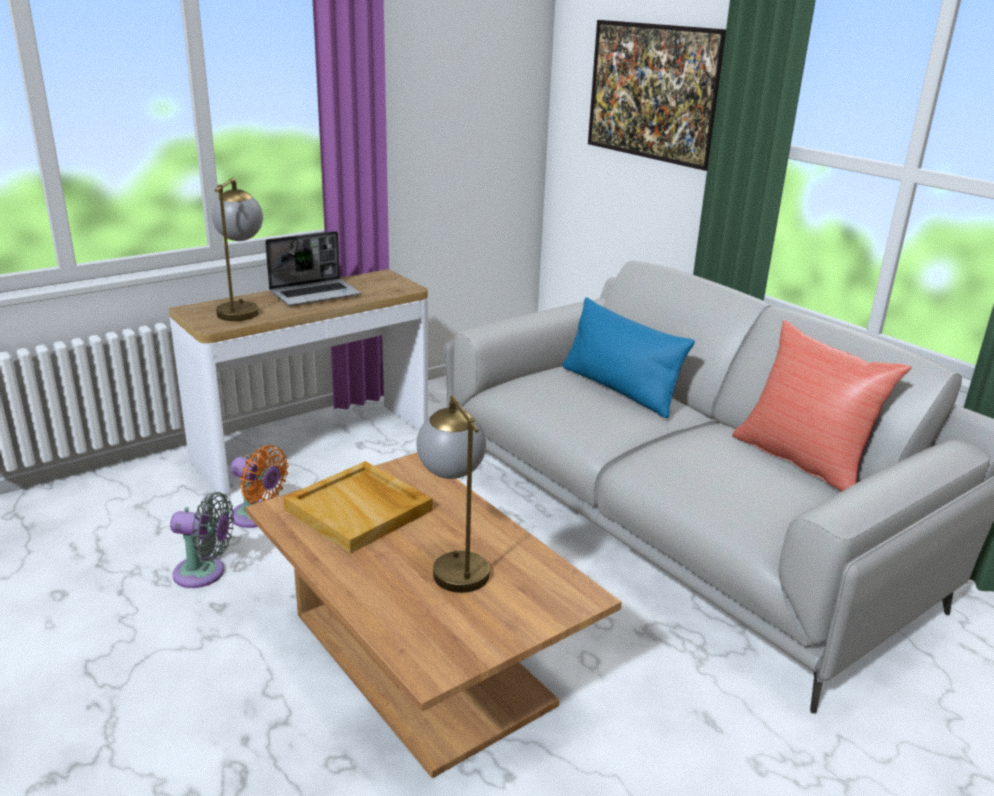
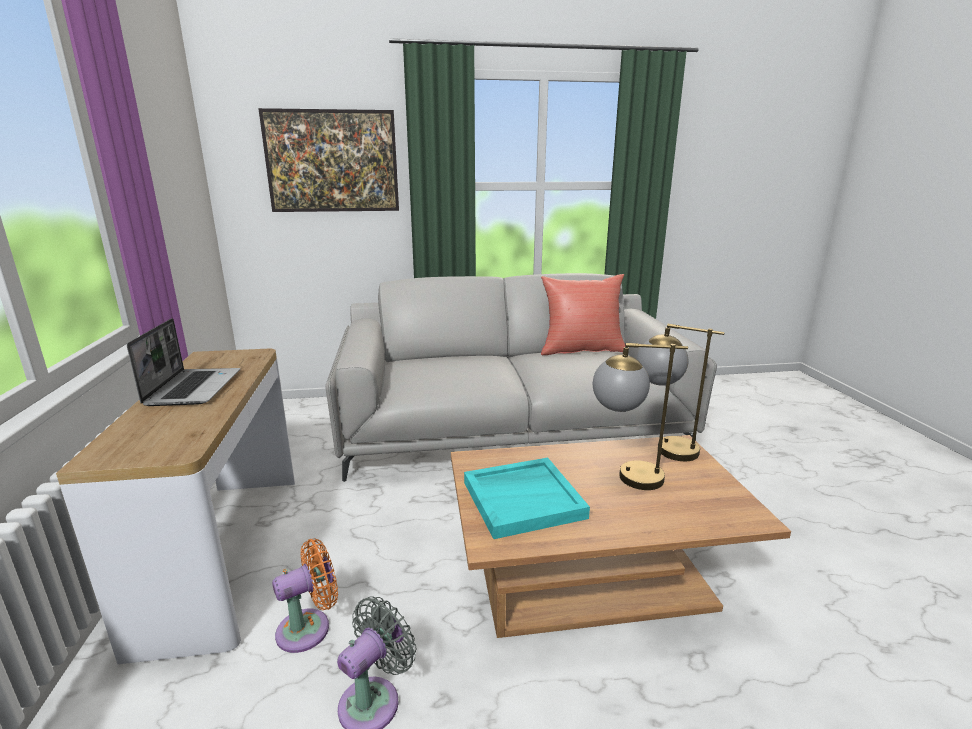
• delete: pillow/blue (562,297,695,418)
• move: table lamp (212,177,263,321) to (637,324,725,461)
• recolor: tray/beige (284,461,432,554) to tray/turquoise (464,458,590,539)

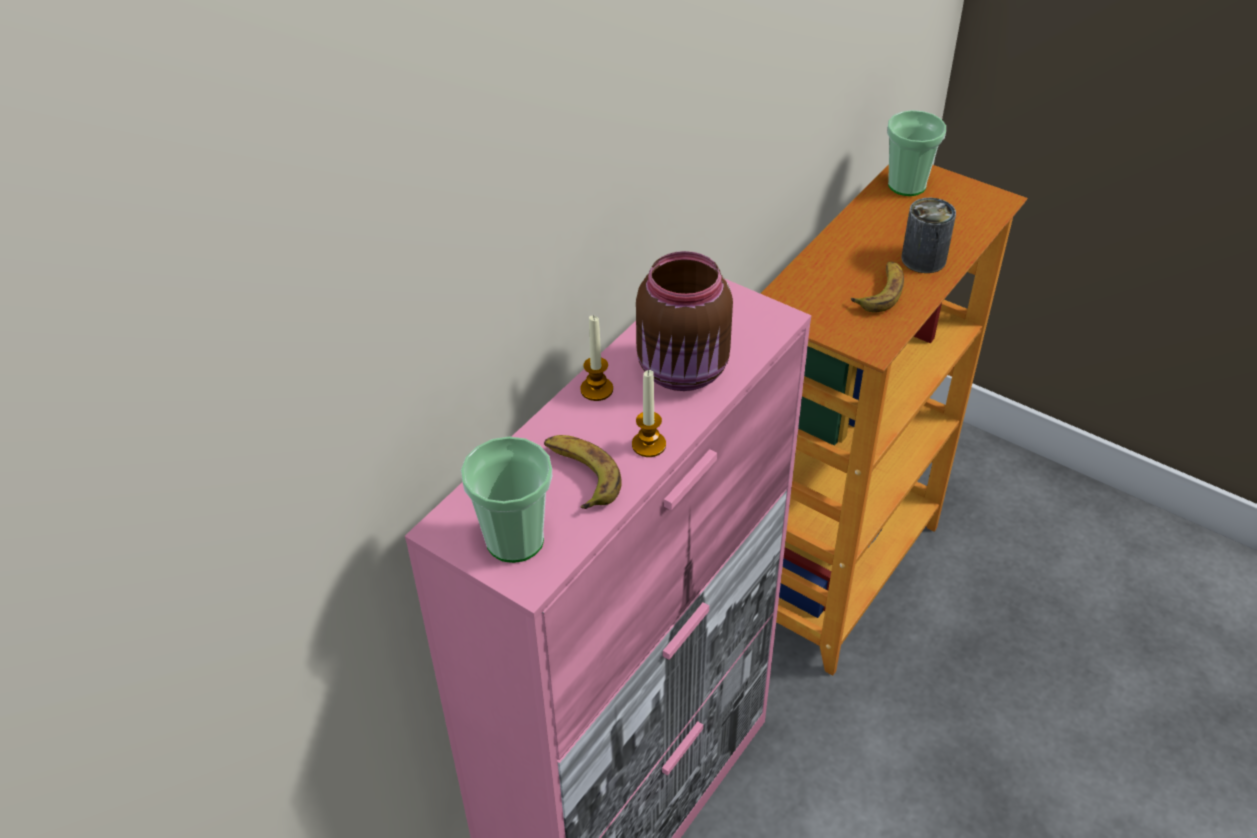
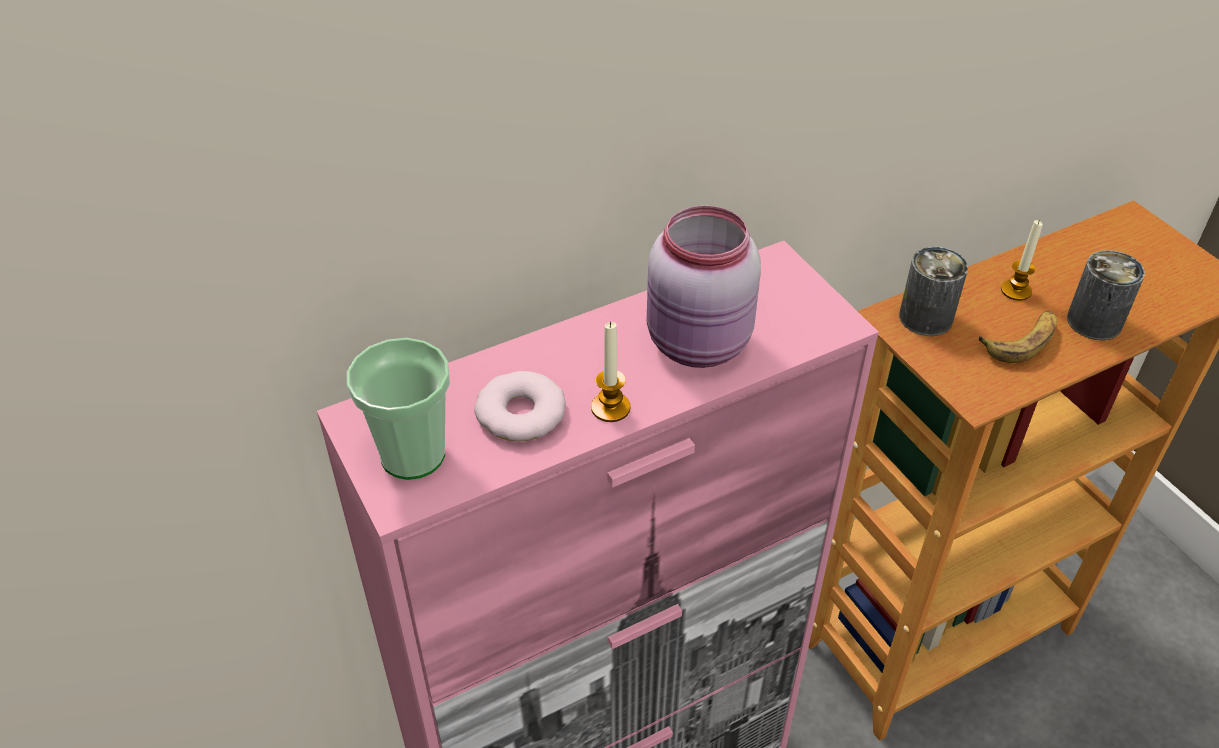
• delete: cup (887,110,946,196)
• insert: can (899,246,968,336)
• move: candle (580,315,613,401) to (1001,220,1043,301)
• replace: banana (544,435,622,509) to donut (474,371,566,442)
• recolor: jar/brown (636,251,733,391) to jar/pink (647,206,761,368)

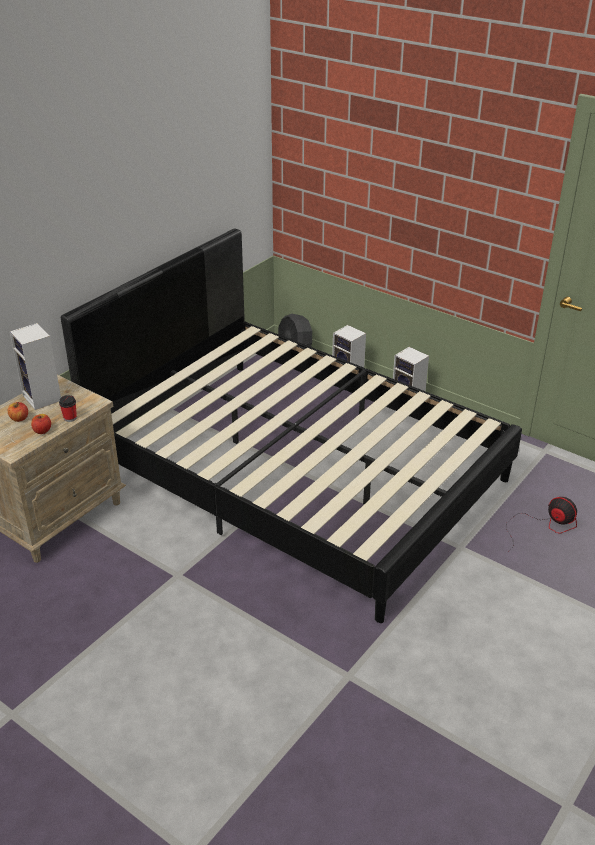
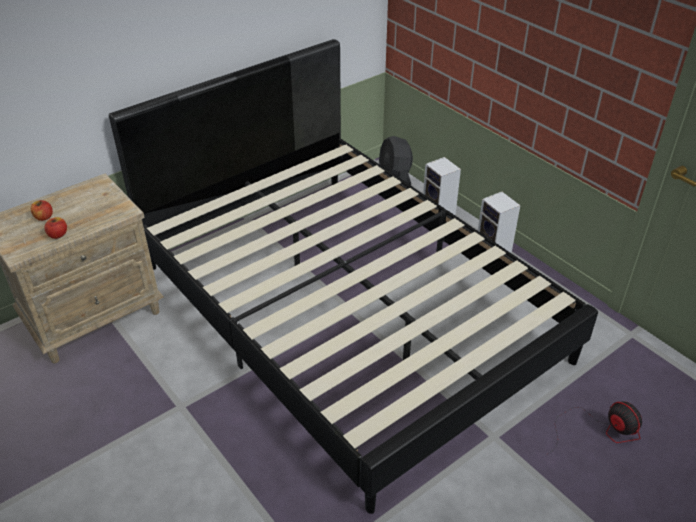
• delete: speaker (10,323,61,410)
• delete: cup (59,395,77,422)

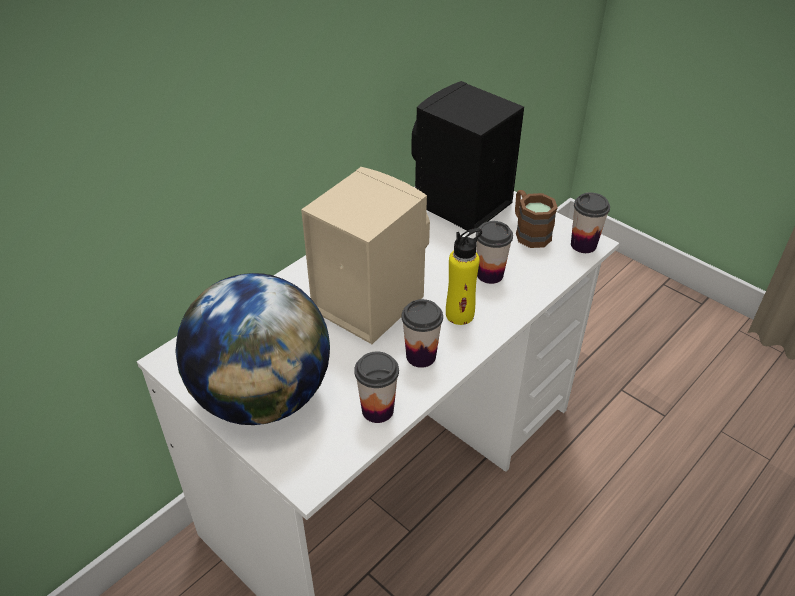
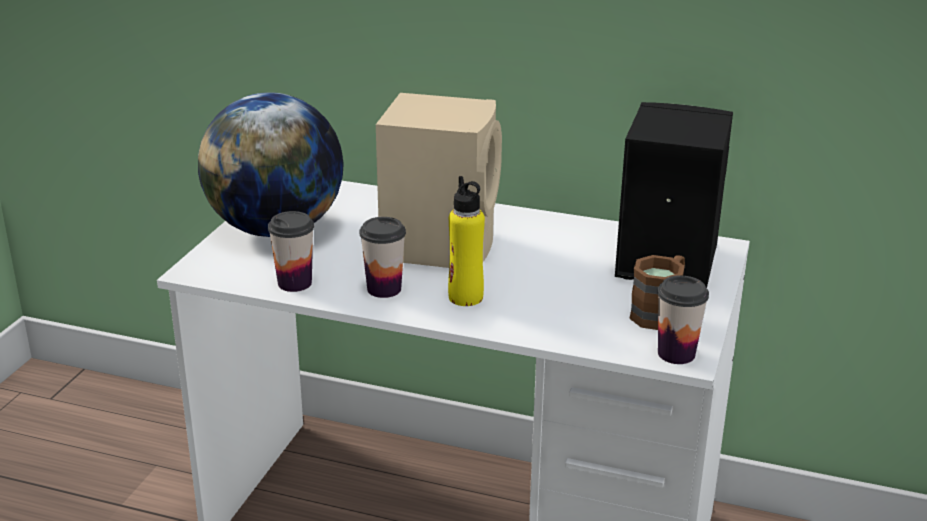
• delete: cup (476,221,513,284)

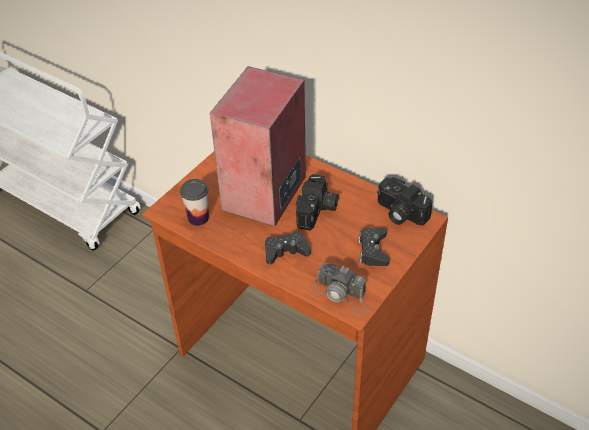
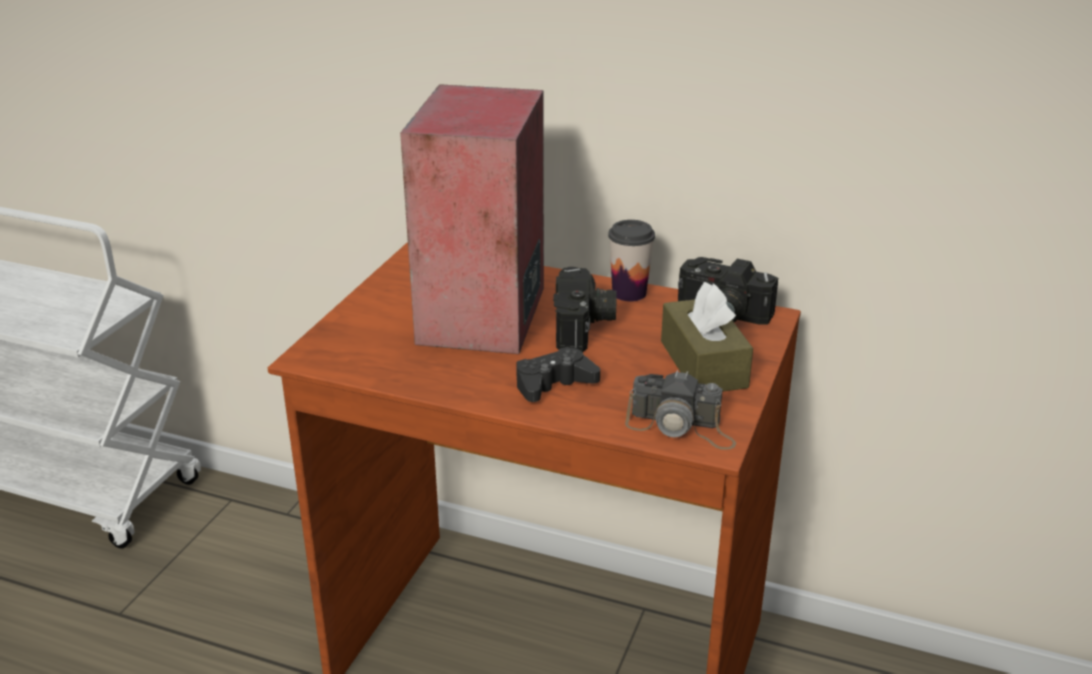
• move: cup (180,179,209,226) to (608,220,655,301)
• replace: game controller/black (358,227,390,266) to tissue box/brown (661,282,753,392)

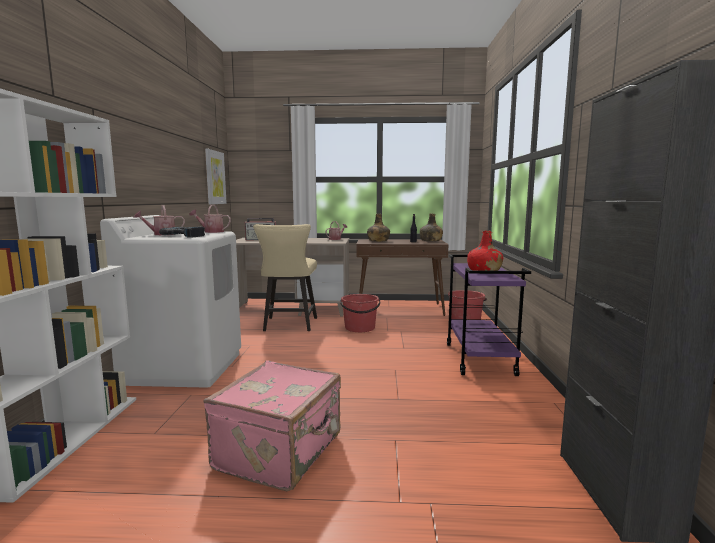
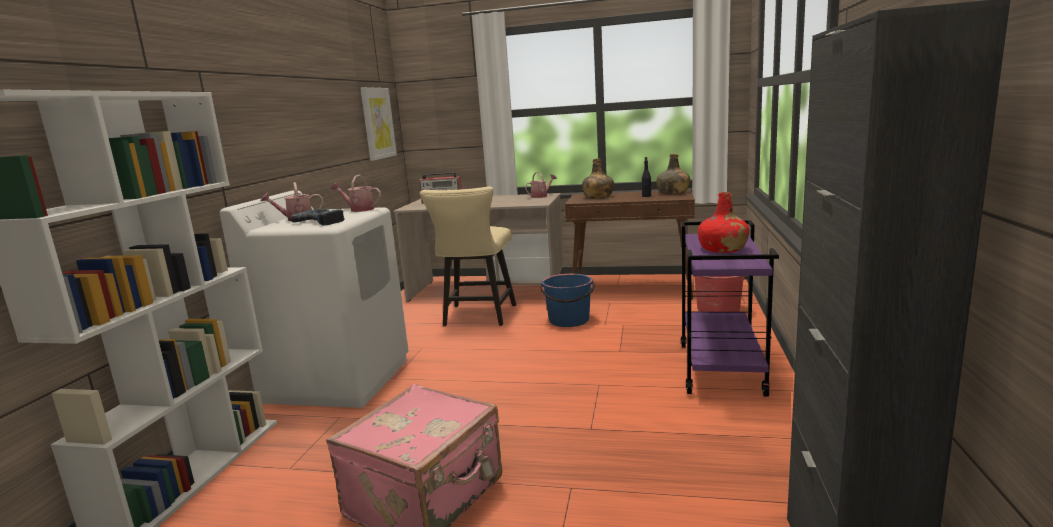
• recolor: bucket/red (340,294,380,332) to bucket/blue (540,274,595,327)

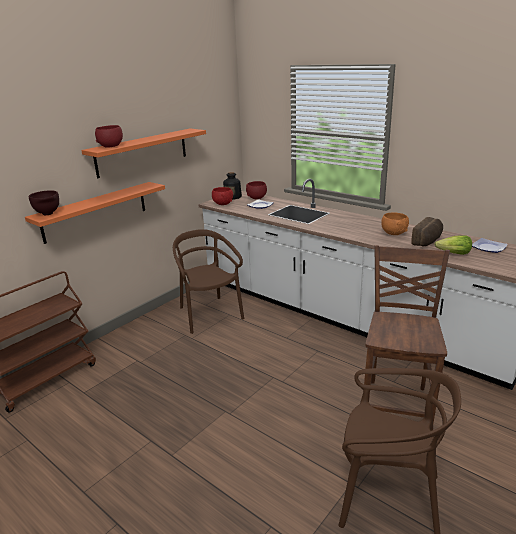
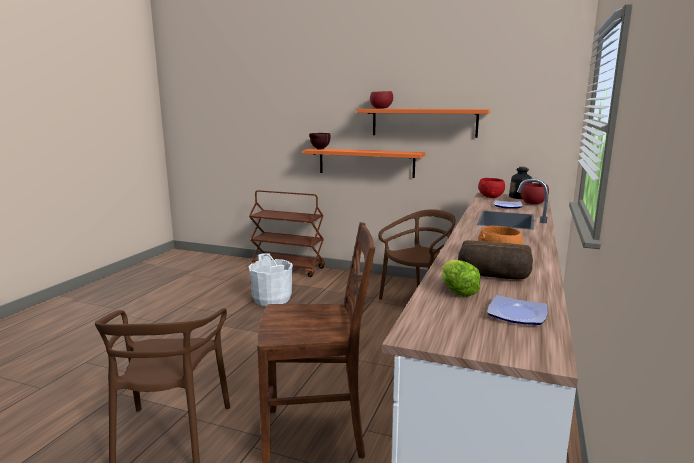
• insert: bucket/white (249,253,293,306)

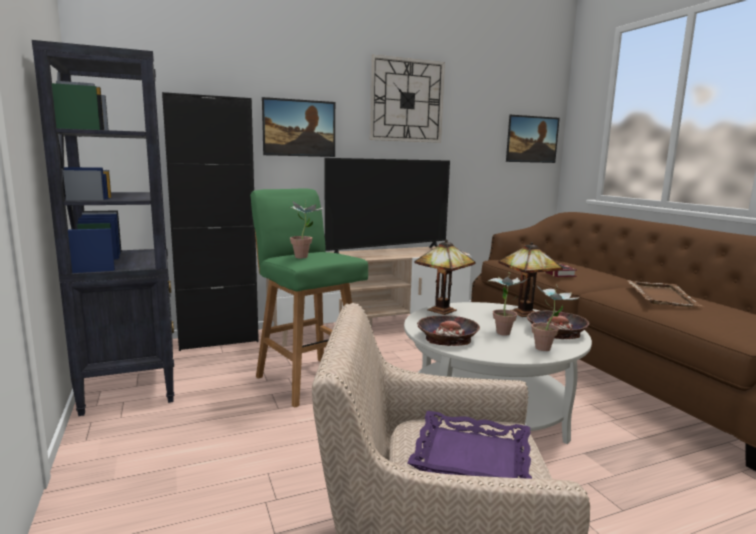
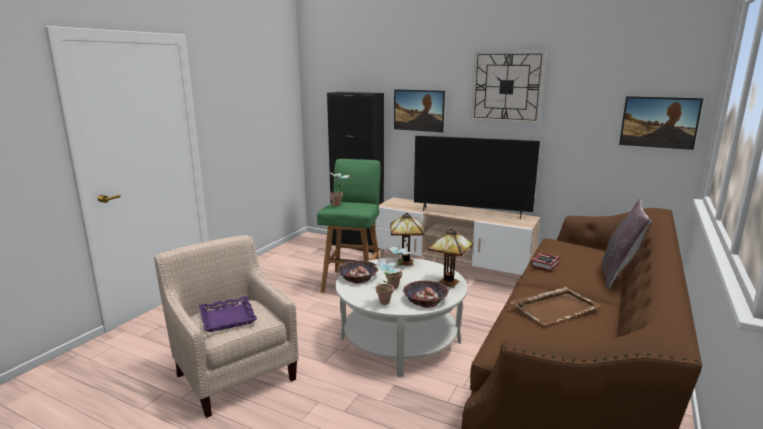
• delete: bookcase/black (32,40,174,416)
• insert: pillow/grey (602,199,652,289)

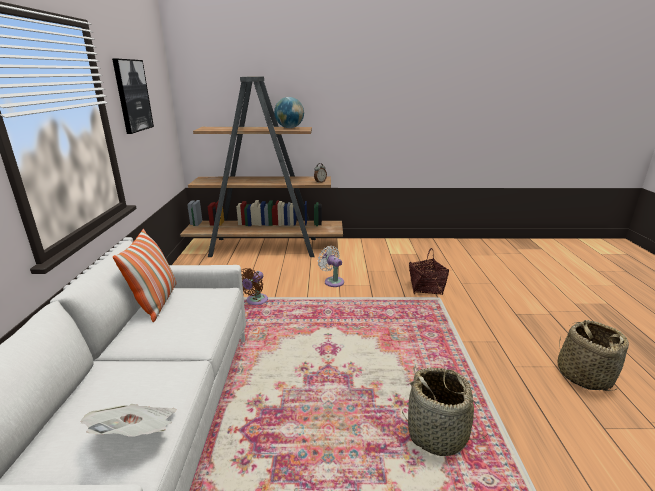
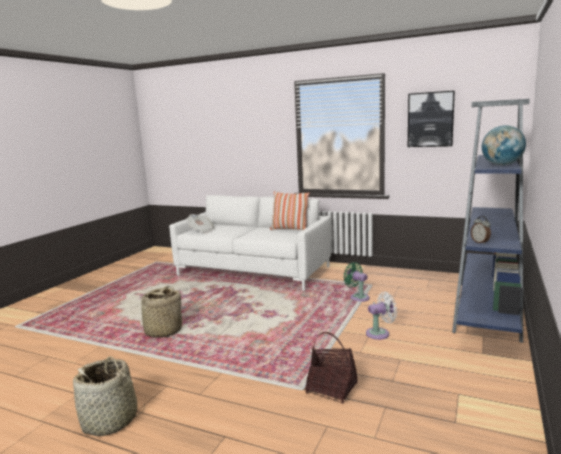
• recolor: bookcase/brown (180,76,343,257) to bookcase/blue (452,99,530,343)
• recolor: fan/brown (241,268,268,305) to fan/green (343,262,370,302)

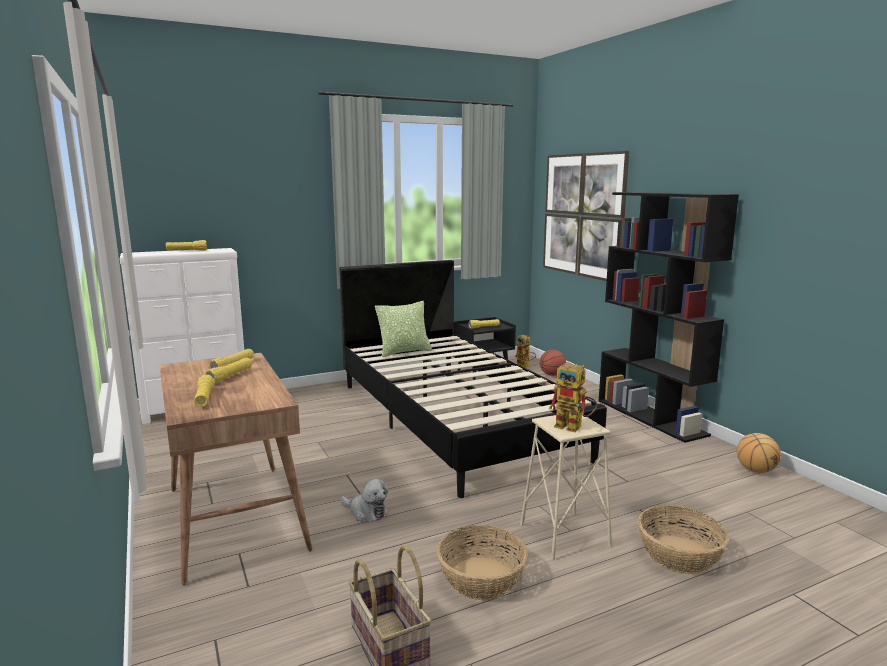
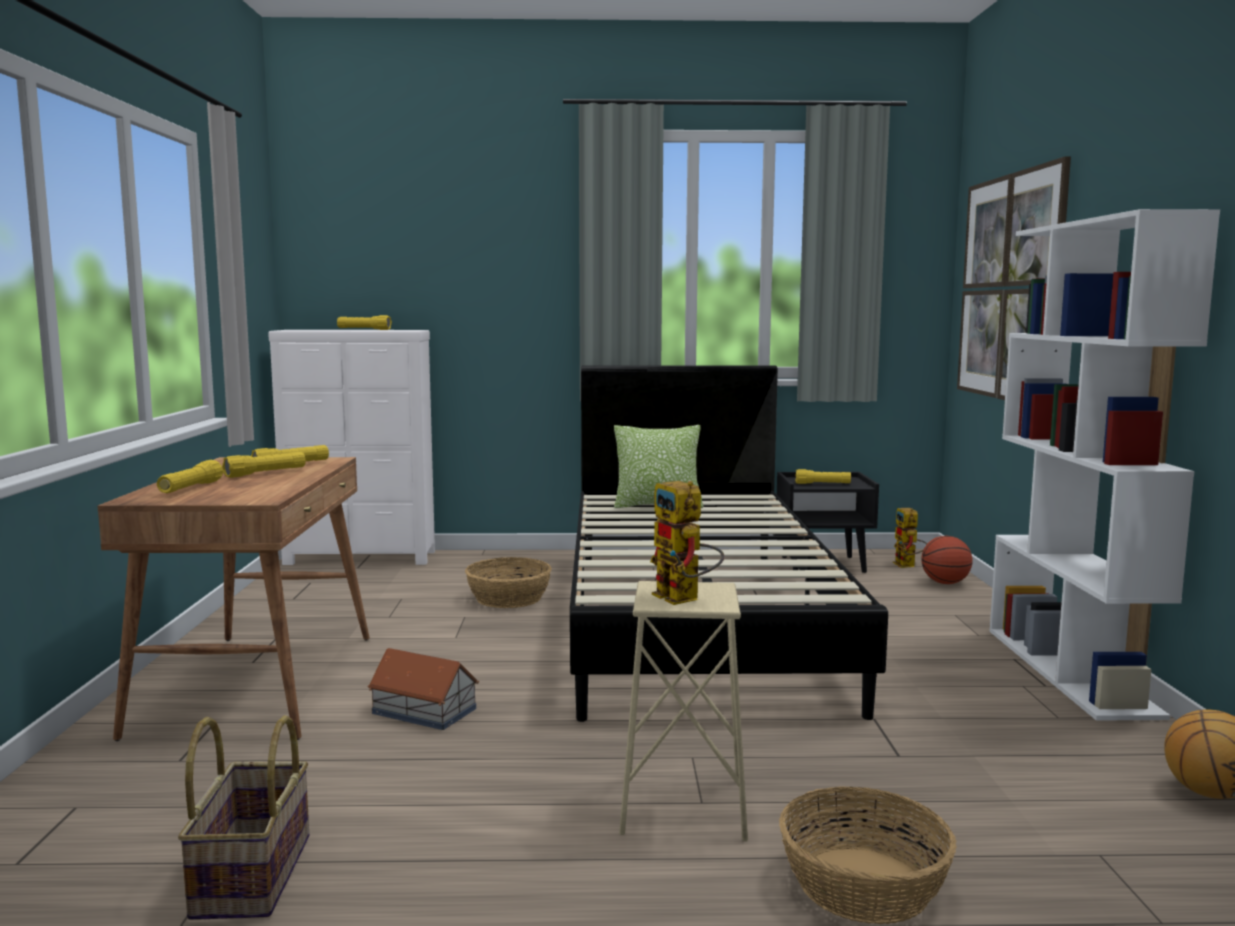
• move: basket (437,525,528,600) to (465,557,552,608)
• replace: plush toy (341,479,389,522) to toy house (368,648,479,730)
• recolor: bookcase/black (598,192,739,443) to bookcase/white (989,209,1220,720)

